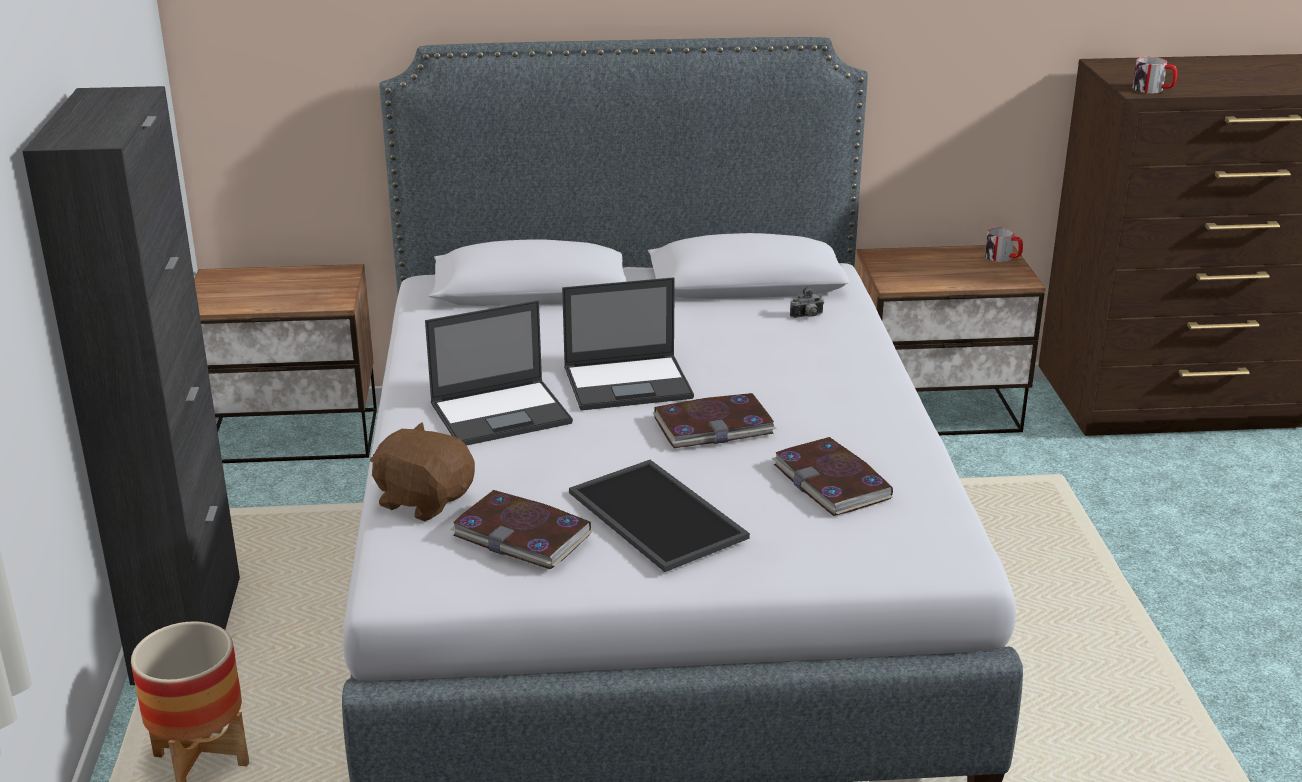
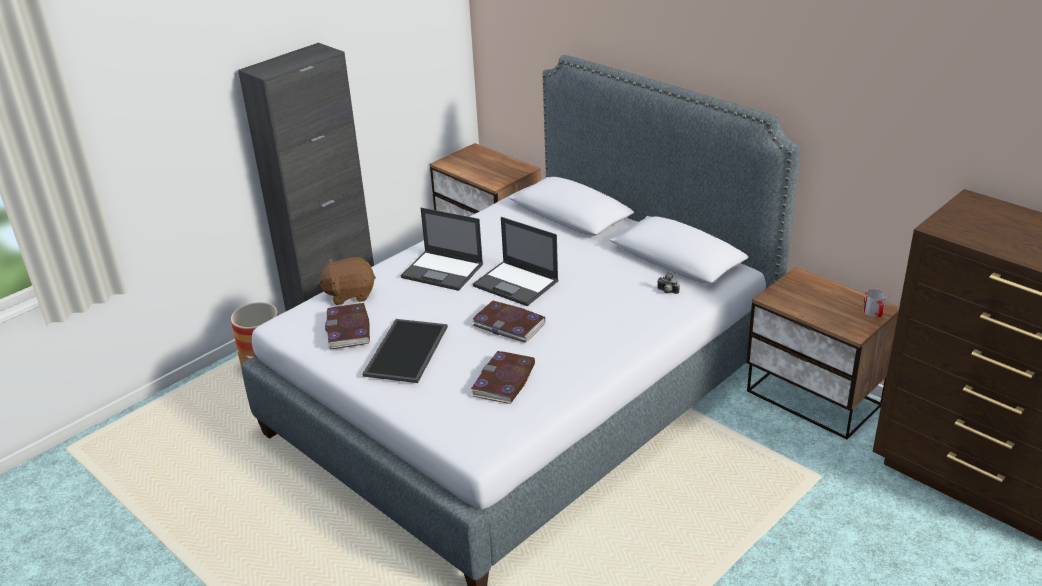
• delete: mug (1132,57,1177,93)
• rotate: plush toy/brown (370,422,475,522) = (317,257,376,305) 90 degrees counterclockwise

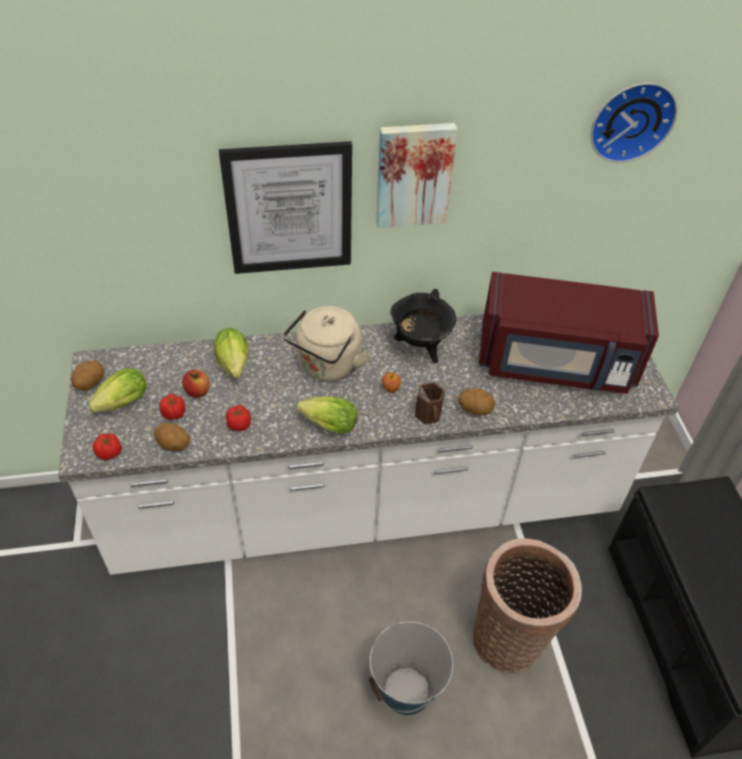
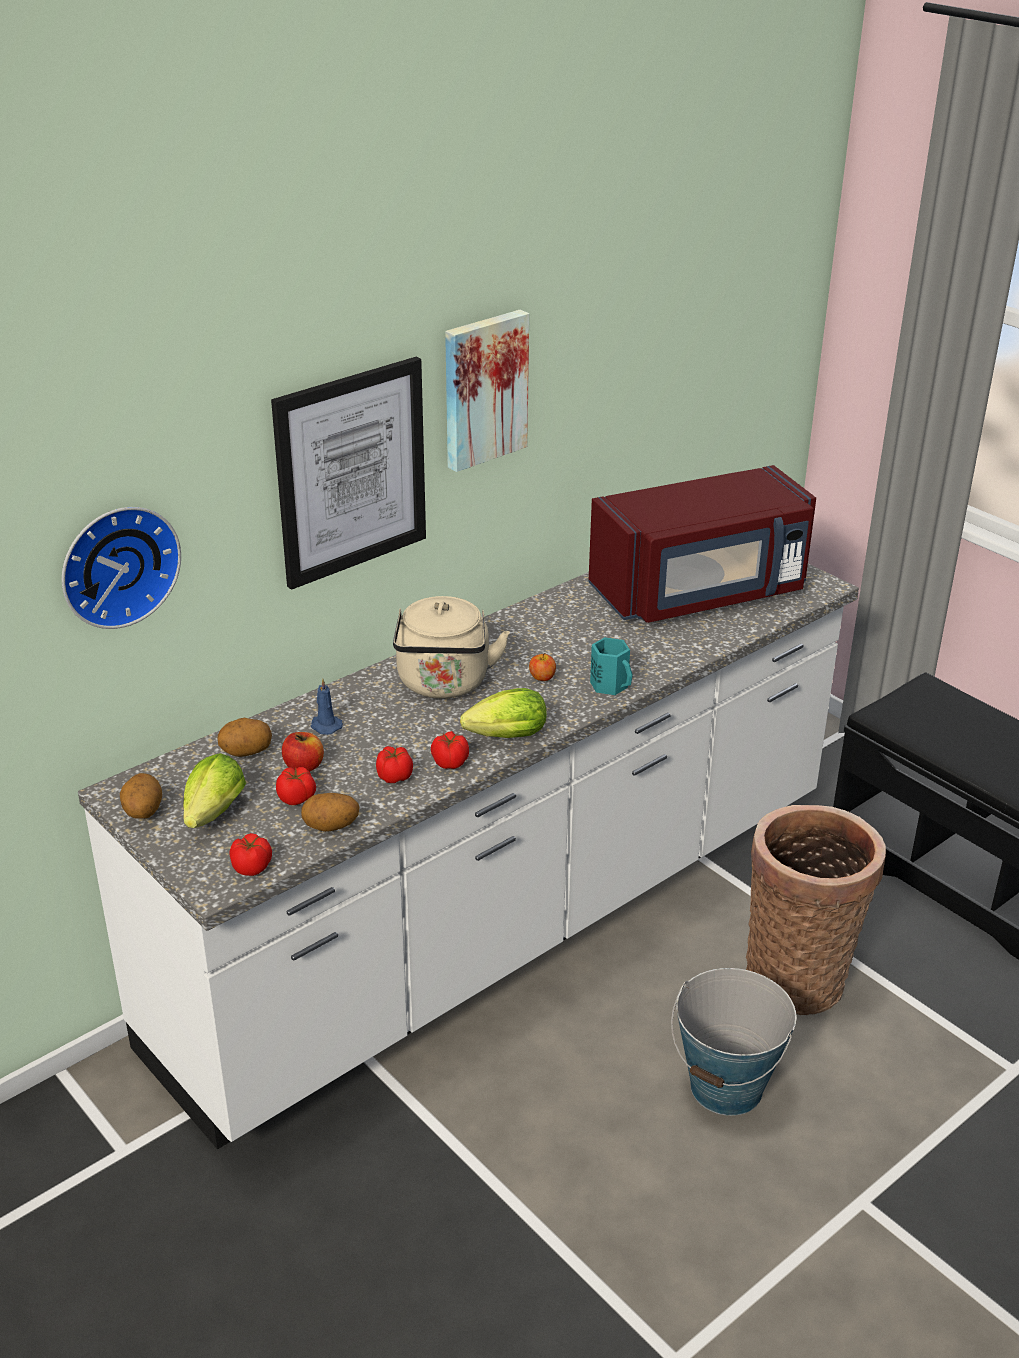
• delete: cooking pot/black (390,289,456,363)
• insert: tomato (431,731,469,769)
• move: potato (458,388,495,415) to (218,718,272,757)
• move: wall clock (591,83,677,163) to (62,507,181,629)
• replace: lettuce (214,328,248,378) to candle/blue (311,678,343,735)
• recolor: mug/brown (415,382,445,424) to mug/turquoise (590,637,633,695)

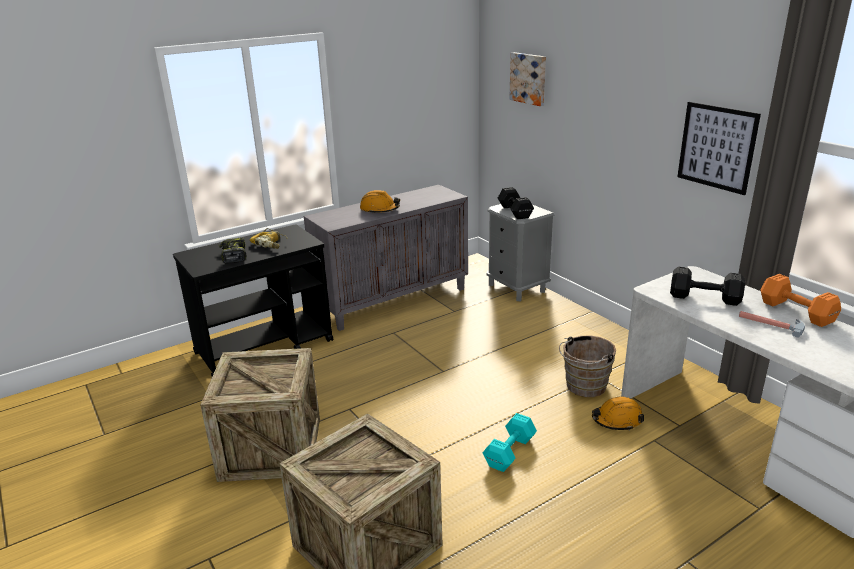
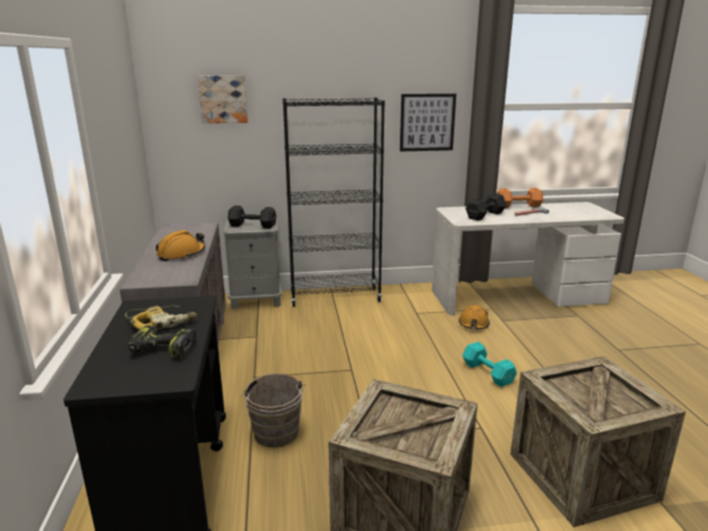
• insert: bookcase/black (283,98,385,307)
• move: bucket/brown (559,336,616,397) to (241,373,305,447)

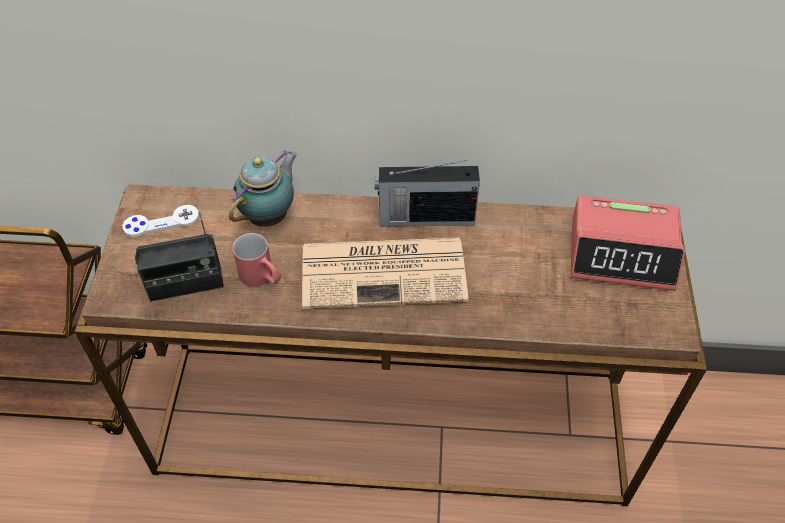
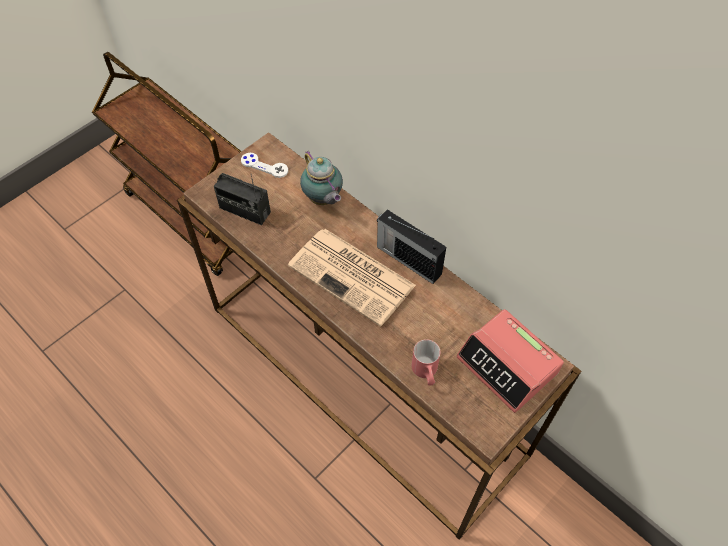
• move: mug/red (233,233,281,287) to (411,339,441,386)
• rotate: teapot (229,150,297,227) = (300,151,343,205) 75 degrees clockwise

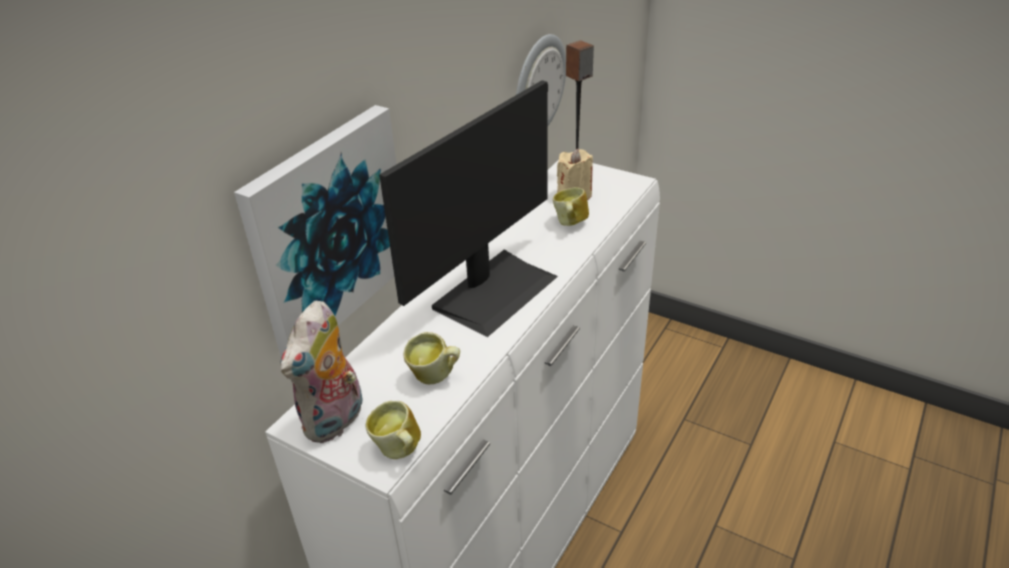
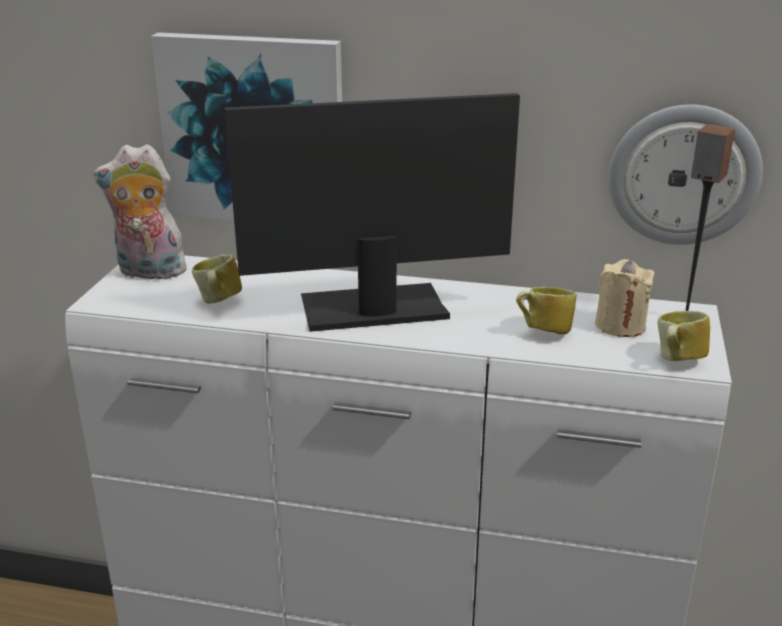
• move: mug (366,401,421,459) to (658,311,710,361)
• rotate: monitor (379,80,558,337) = (225,93,520,332) 150 degrees clockwise

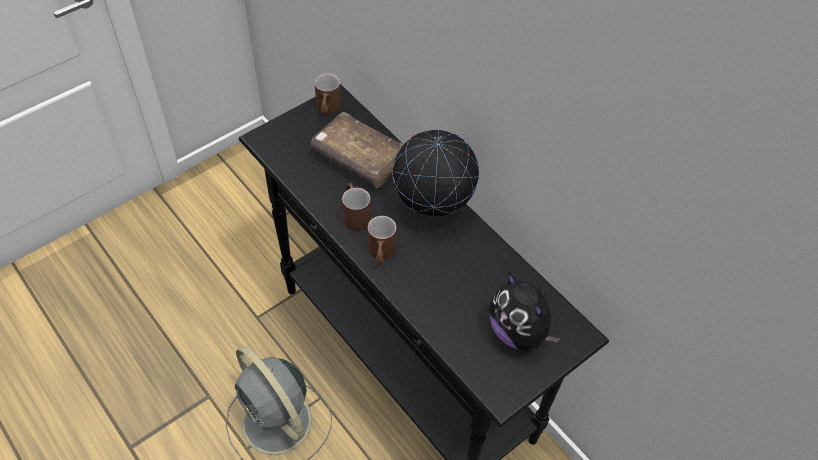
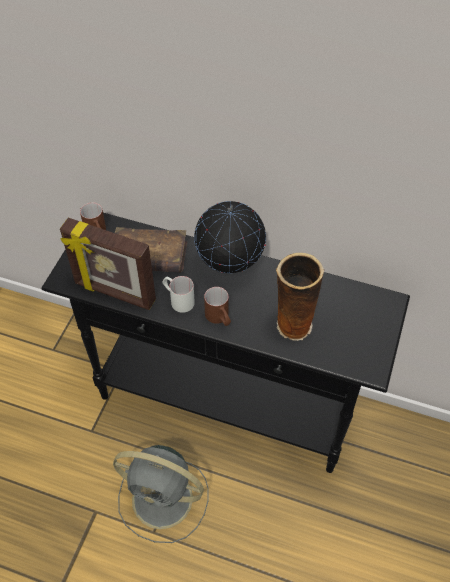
• delete: plush toy (489,272,560,350)
• insert: picture frame (60,218,156,310)
• insert: vase (276,253,324,341)
• recolor: mug/brown (342,183,371,231) to mug/white (162,276,195,313)

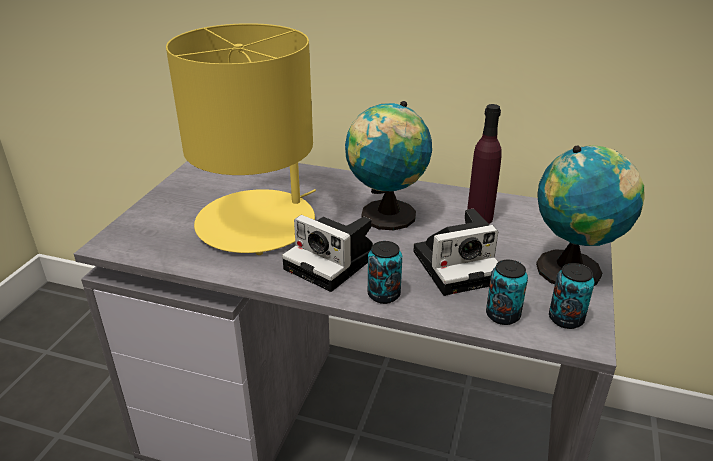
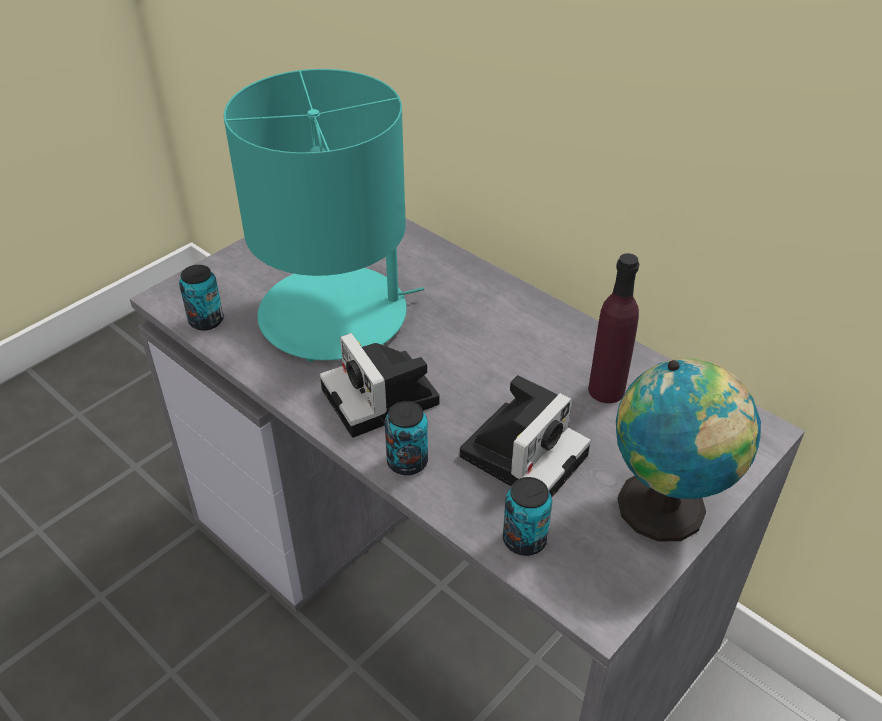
• delete: globe (345,101,432,230)
• move: can (549,263,595,329) to (179,265,224,330)
• recolor: table lamp/yellow (166,23,316,255) to table lamp/turquoise (224,69,424,362)
• rotate: photo camera (413,209,498,296) = (460,375,591,497) 60 degrees counterclockwise

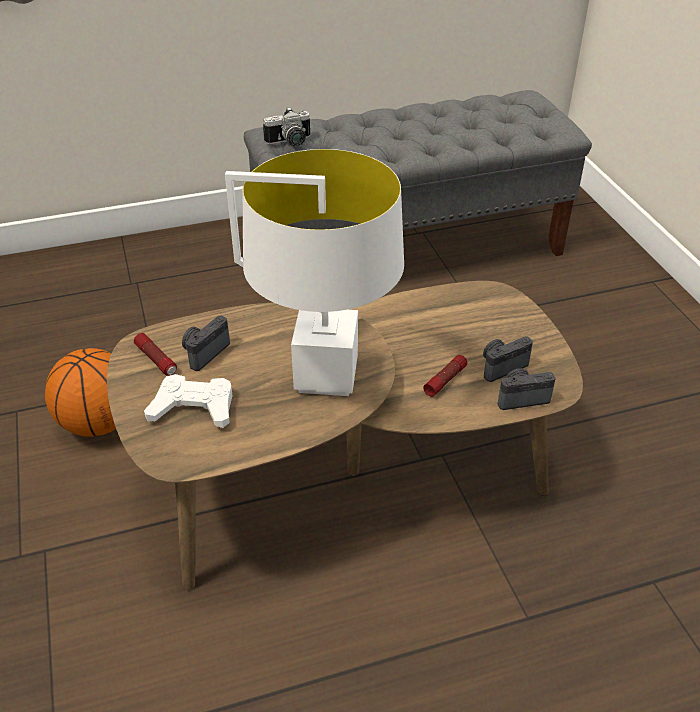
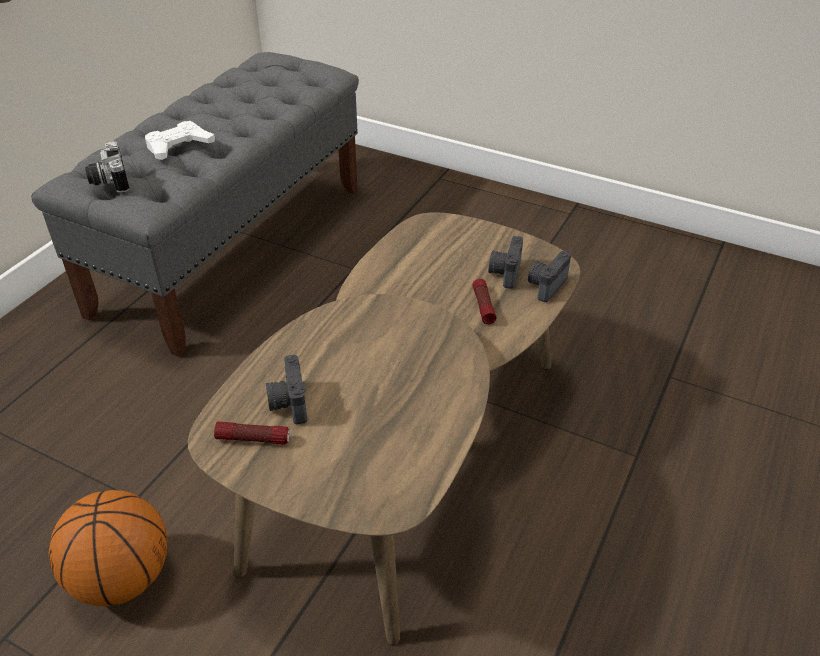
• delete: table lamp/white (225,149,404,396)
• move: game controller/white (144,374,233,428) to (145,121,215,160)
• rotate: photo camera (263,107,310,146) = (85,141,129,193) 135 degrees clockwise

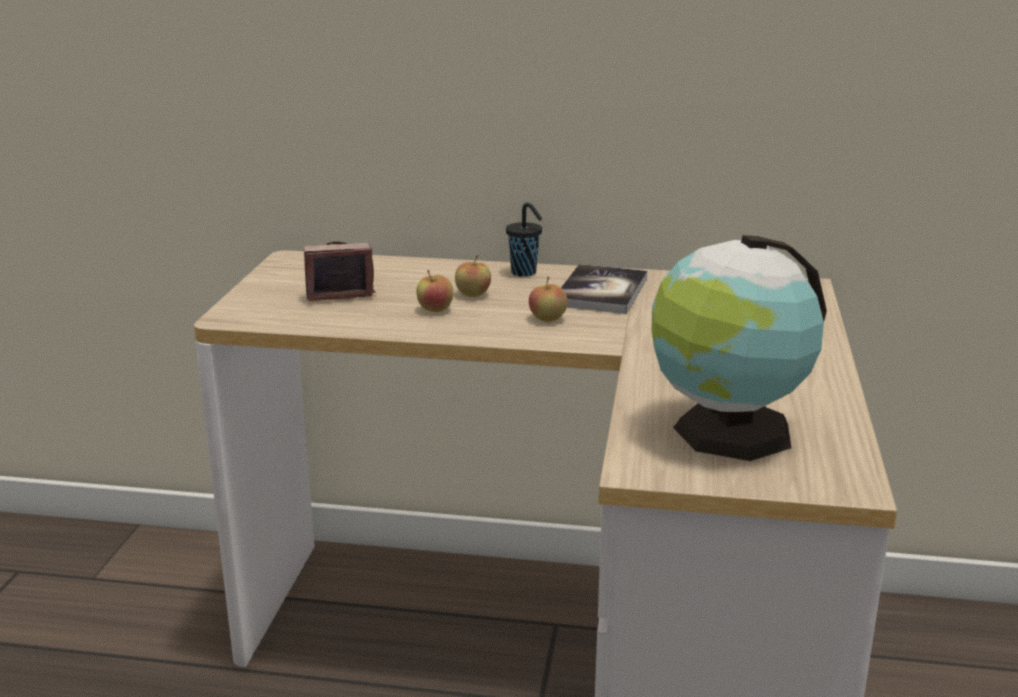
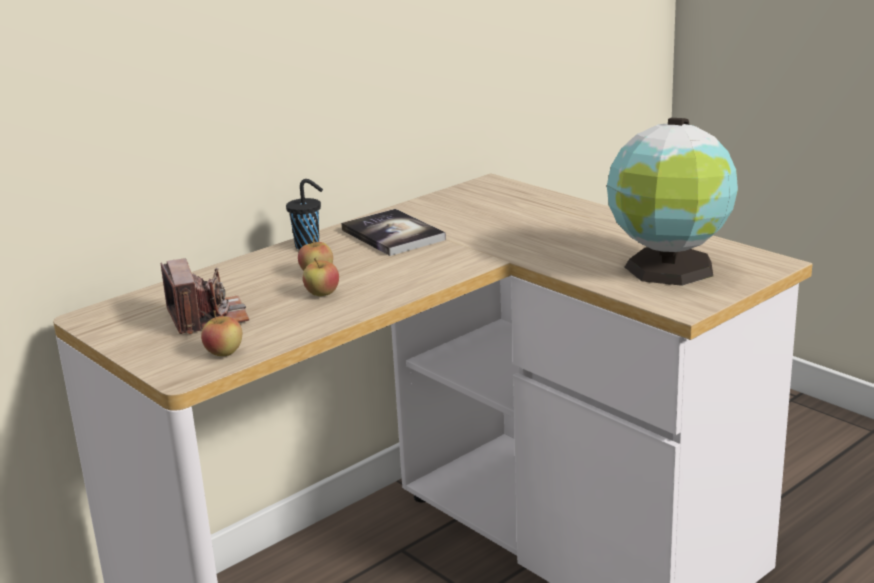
• move: apple (529,276,568,322) to (201,310,242,356)
• rotate: photo camera (304,242,375,301) = (160,258,249,334) 135 degrees clockwise

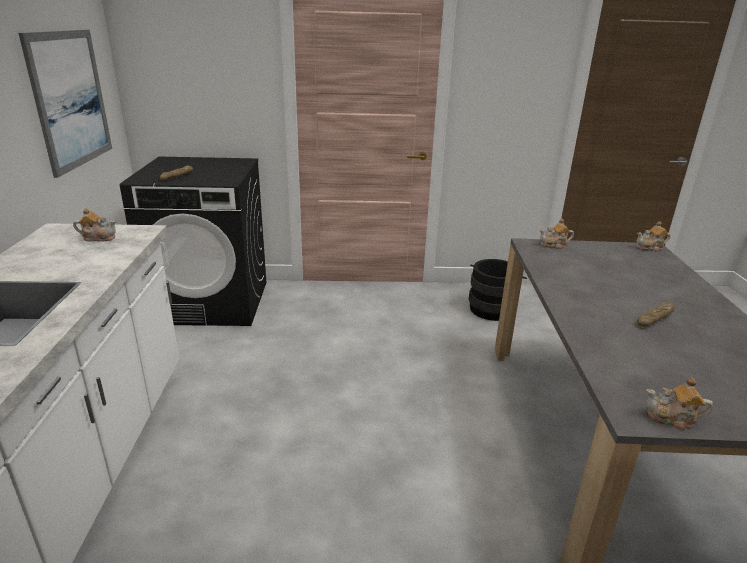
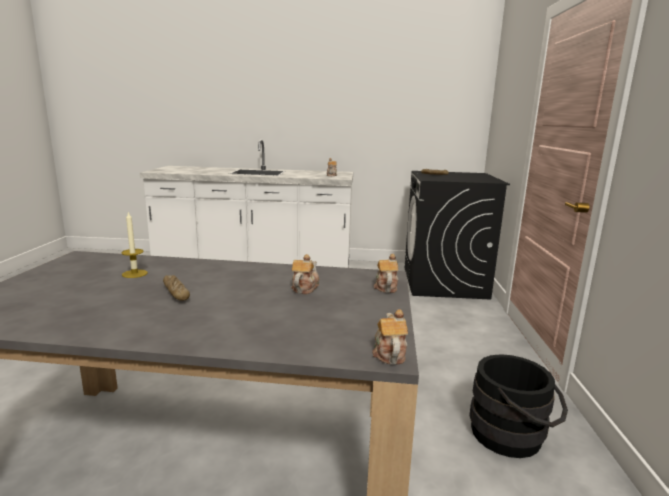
• delete: picture (19,30,112,178)
• insert: candle (121,212,148,278)
• move: teapot (646,377,713,430) to (291,254,319,294)

